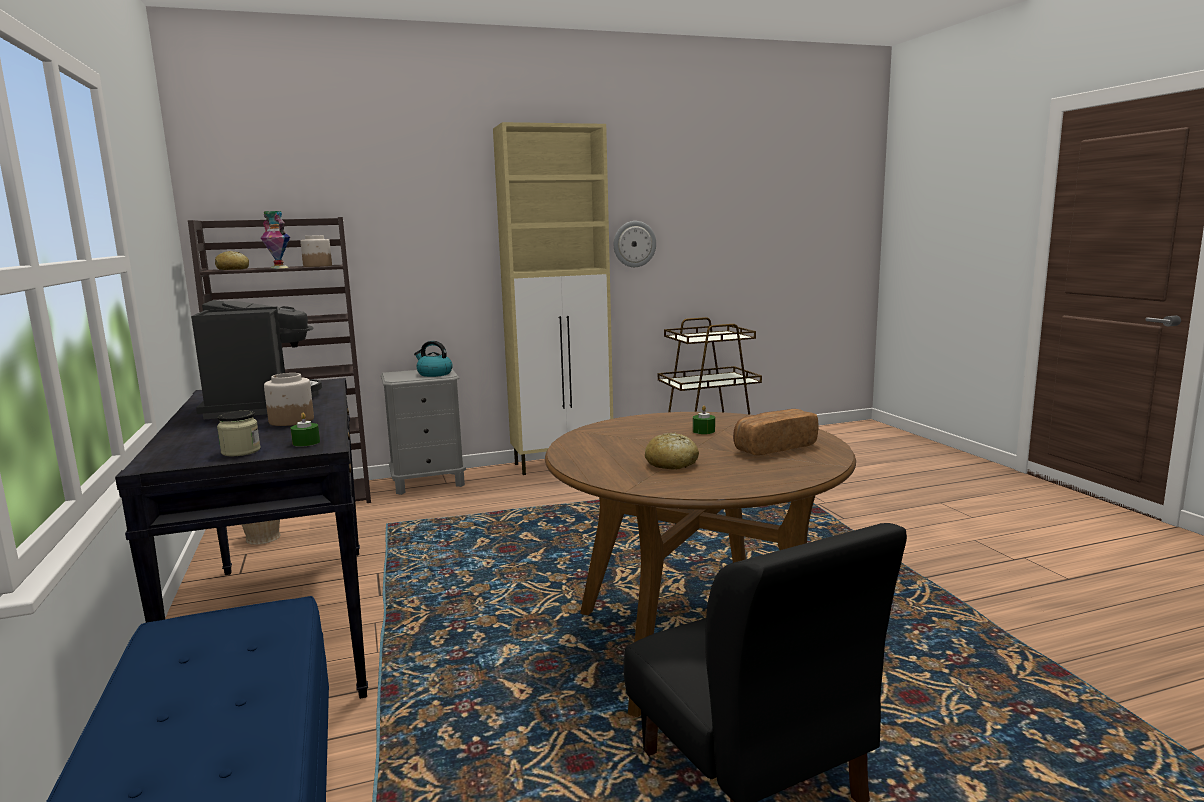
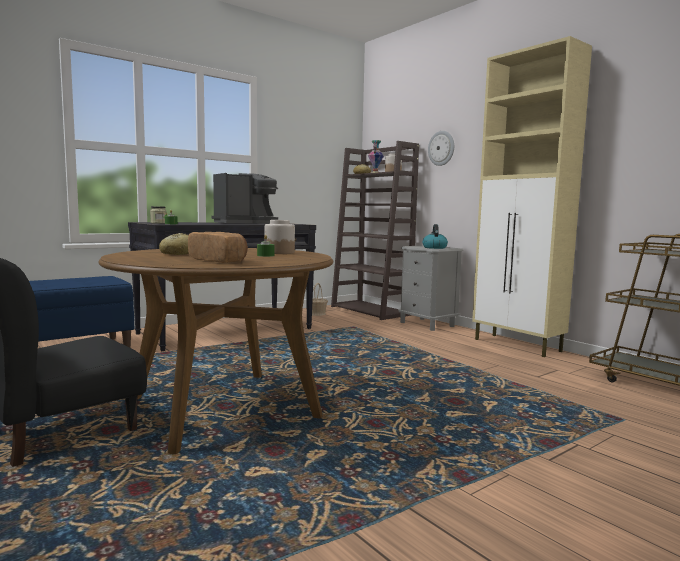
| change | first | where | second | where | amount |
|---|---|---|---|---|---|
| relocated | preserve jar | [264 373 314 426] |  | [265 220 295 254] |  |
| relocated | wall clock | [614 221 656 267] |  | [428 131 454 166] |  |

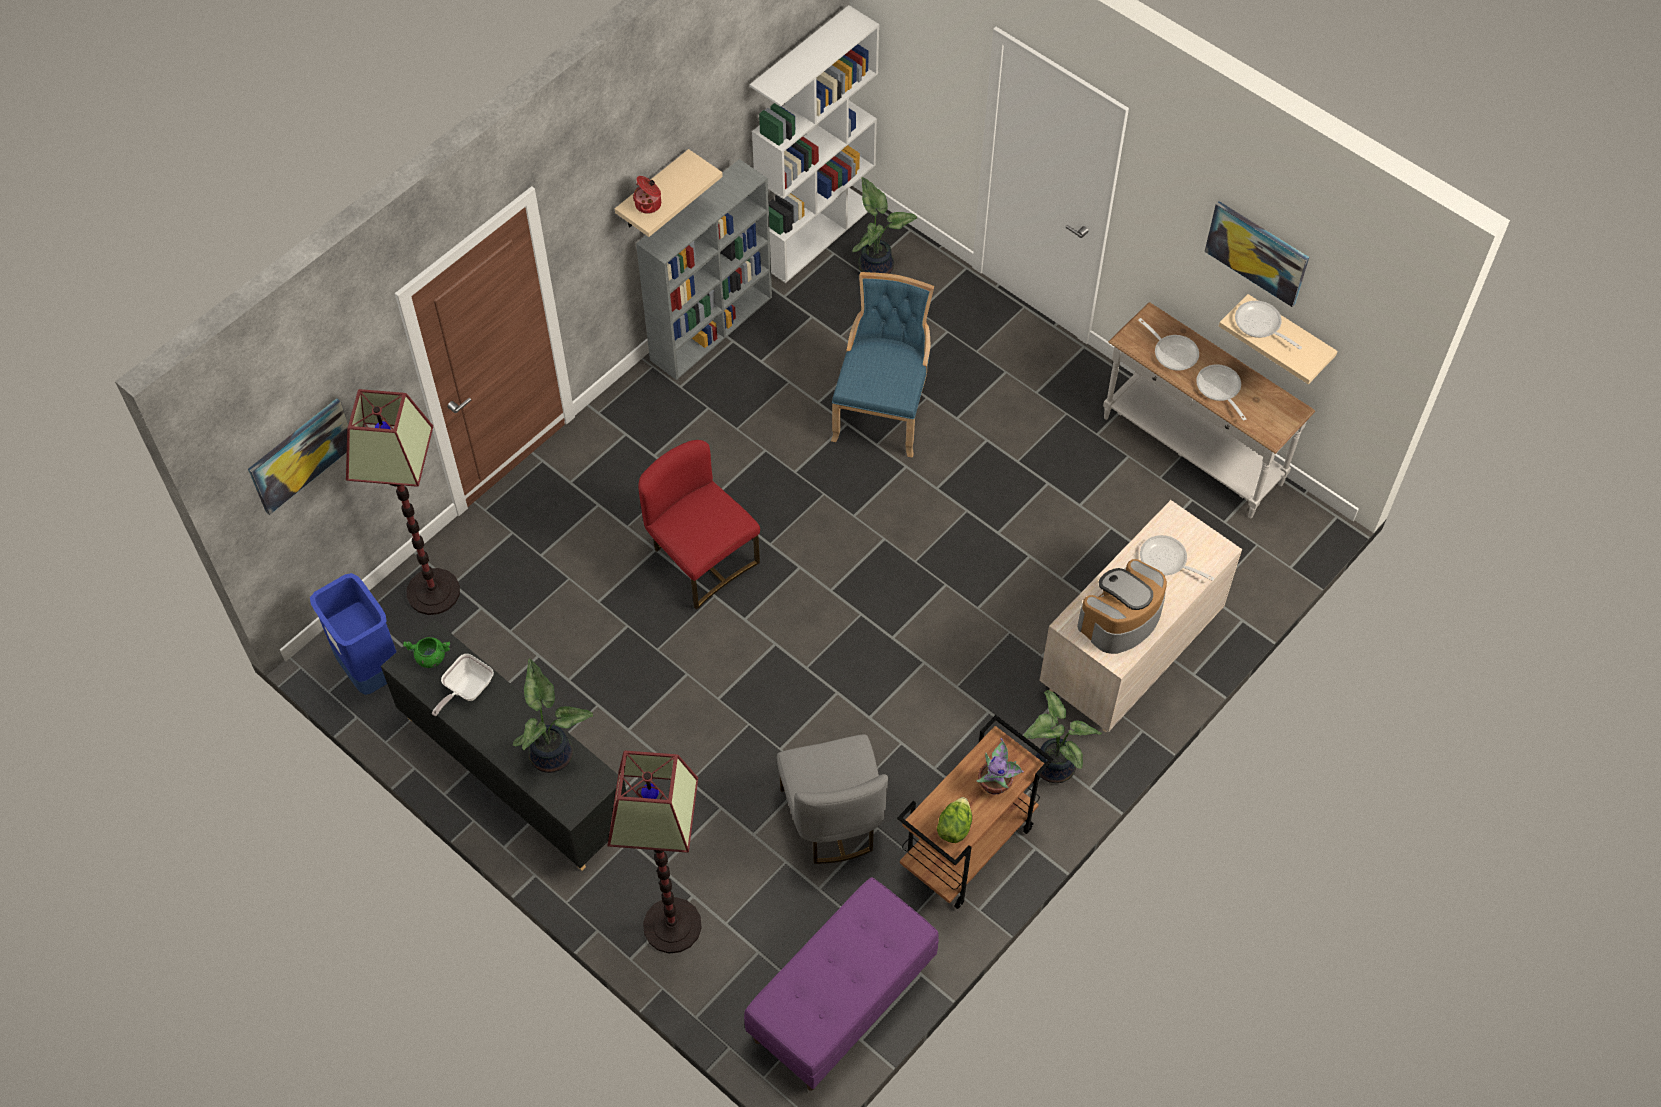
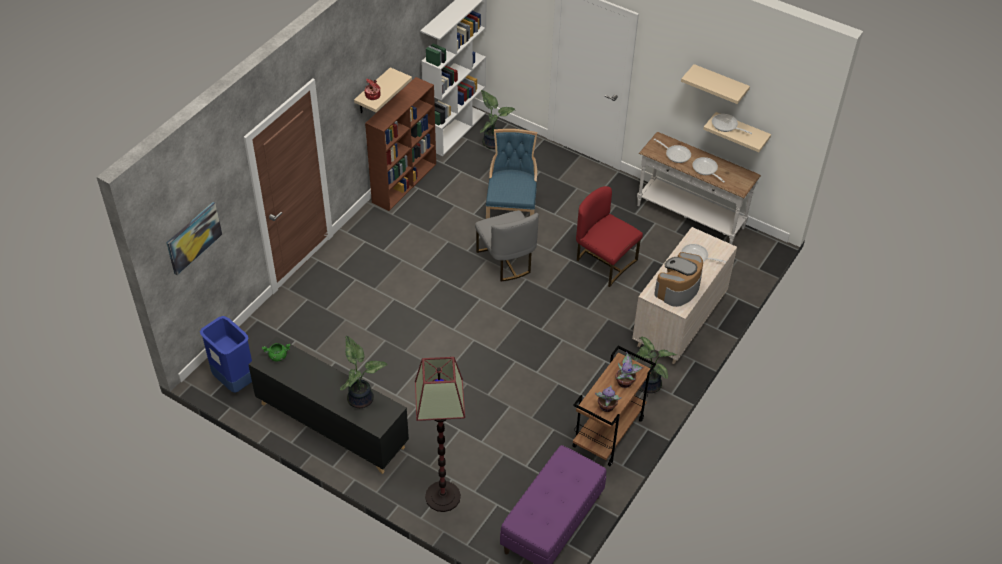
| change | first | where | second | where | amount |
|---|---|---|---|---|---|
| colour | shelving unit in gray | [636 159 772 380] | shelving unit in brown | [365 77 436 211] |  |
| relocated | plain chair in gray | [777 734 888 864] |  | [475 210 539 281] |  |
| relocated | plain chair in red-coloured | [638 440 760 610] |  | [576 186 643 287] |  |
| exchanged | lettuce head | [937 797 972 843] | potted plant | [595 385 622 412] |  |
| exchanged | picture | [1205 201 1309 307] | shelf in beige-coloured | [681 64 750 104] |  |
| missing | standing lamp | [346 389 460 615] |  |  |  |
| missing | pan | [432 654 494 716] |  |  |  |

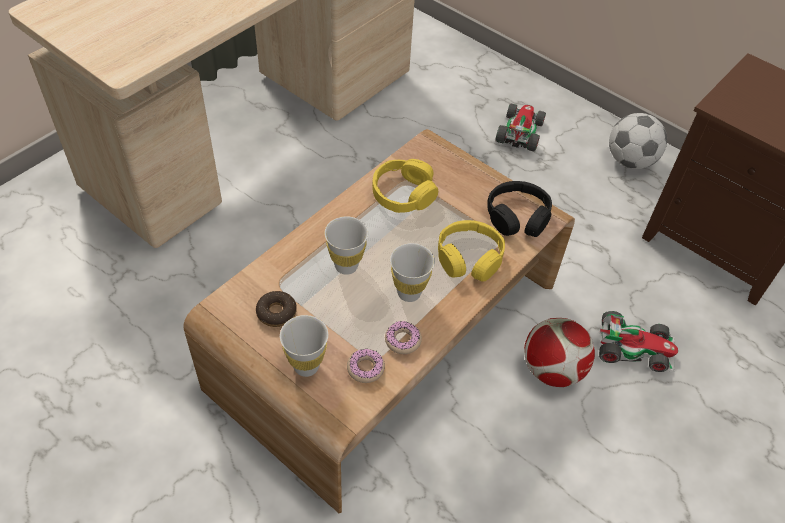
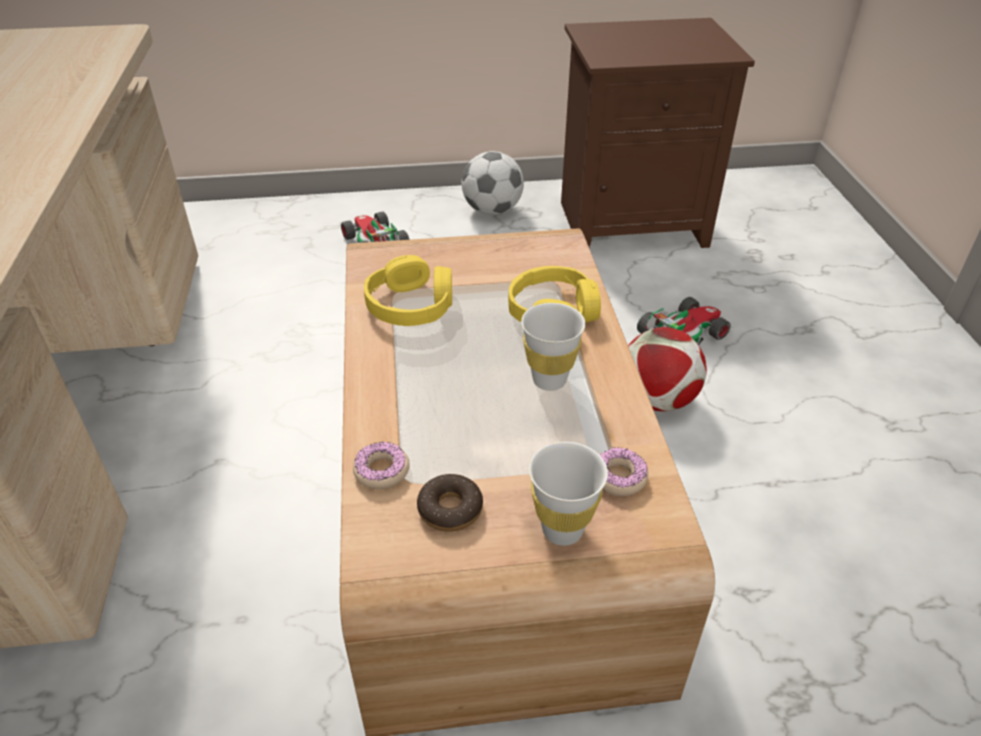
| change | first | where | second | where | amount |
|---|---|---|---|---|---|
| relocated | doughnut | [385 321 422 354] |  | [353 441 410 489] |  |
| missing | drinking cup in white | [324 216 368 275] |  |  |  |
| missing | pair of headphones in blackish | [487 181 552 237] |  |  |  |

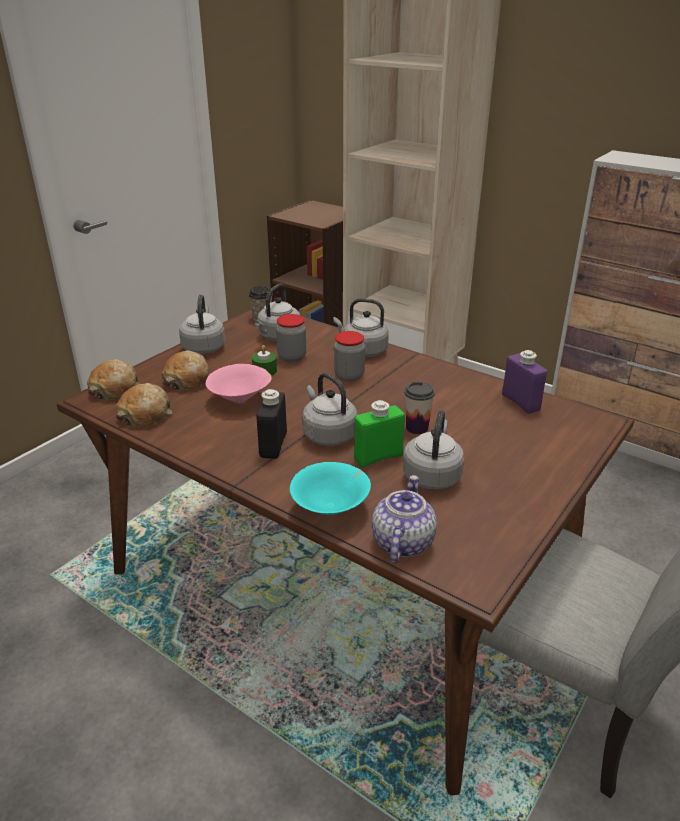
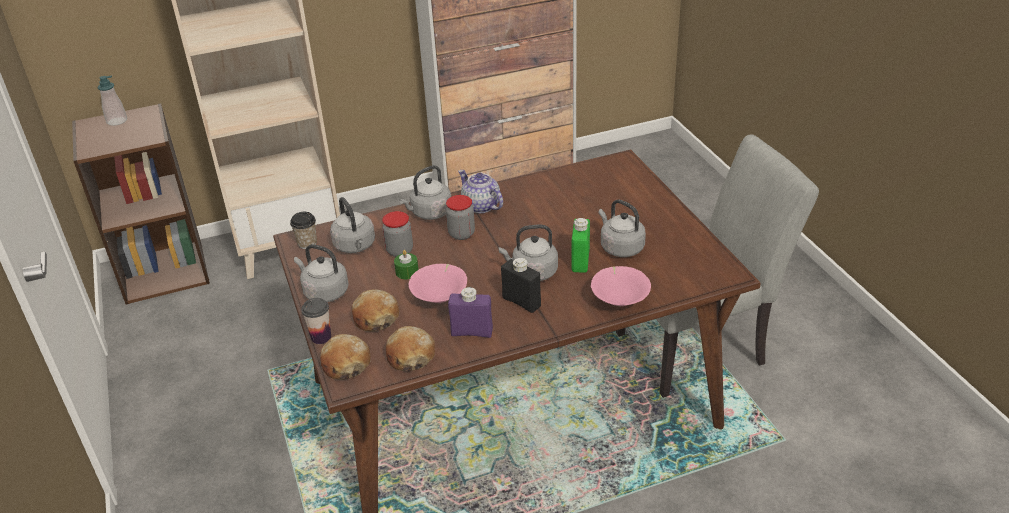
| change | first | where | second | where | amount |
|---|---|---|---|---|---|
| appeared |  |  | soap bottle | [98 76 127 126] |  |
| relocated | drinking cup | [404 382 435 434] |  | [301 298 331 344] |  |
| relocated | beverage bottle in purplish | [502 350 547 414] |  | [448 287 493 338] |  |
| relocated | pot for tea | [372 475 437 563] |  | [458 170 503 213] |  |
| colour | bowl in turquoise-coloured | [290 462 371 516] | bowl in pink-coloured | [591 266 651 306] |  |

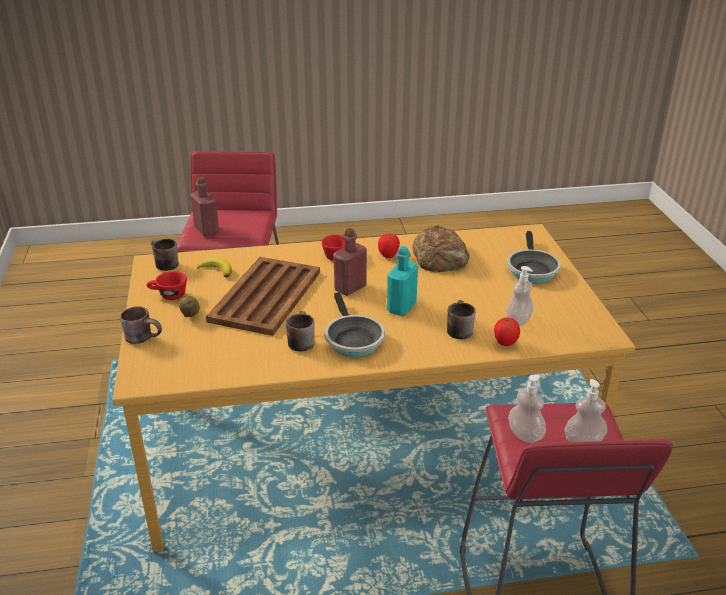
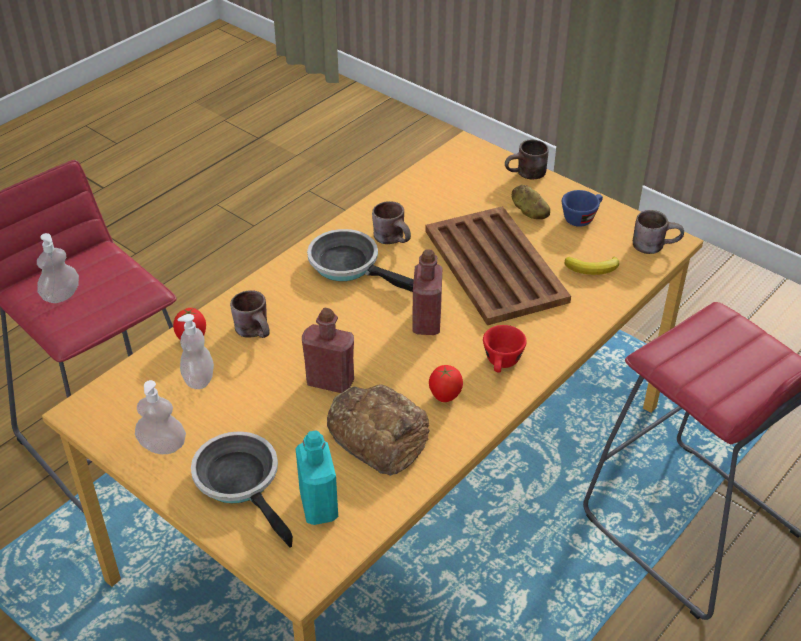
| change | first | where | second | where | amount |
|---|---|---|---|---|---|
| relocated | soap bottle | [508 375 546 443] |  | [135 380 186 454] |  |
| relocated | beverage bottle in turquoise-coloured | [387 246 418 316] |  | [295 430 338 525] |  |
| relocated | beverage bottle in red-coloured | [190 176 219 236] |  | [302 308 354 393] |  |
| colour | drinking cup in red-coloured | [147 271 187 300] | drinking cup in bluish | [562 190 603 227] |  |

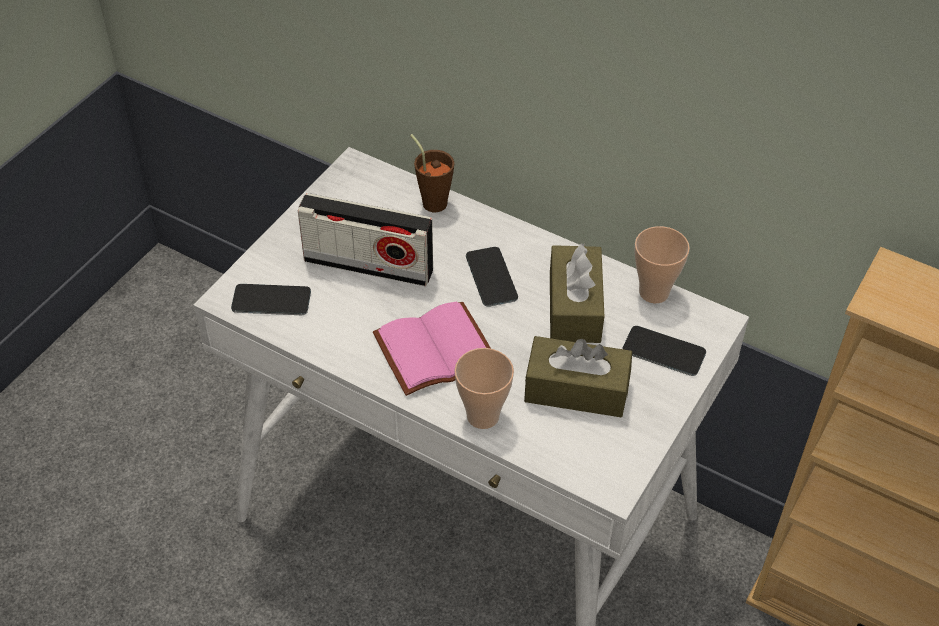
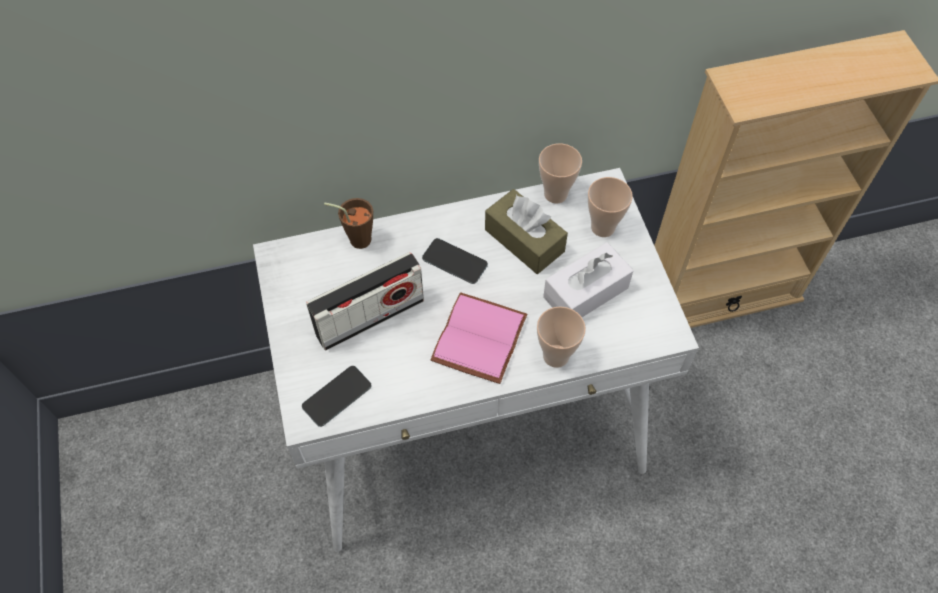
| change | first | where | second | where | amount |
|---|---|---|---|---|---|
| colour | tissue holder in brown | [524 336 632 417] | tissue holder in white | [543 242 633 317] |  |
| exchanged | handset | [622 326 706 376] | drinking cup | [588 177 633 237] |  |

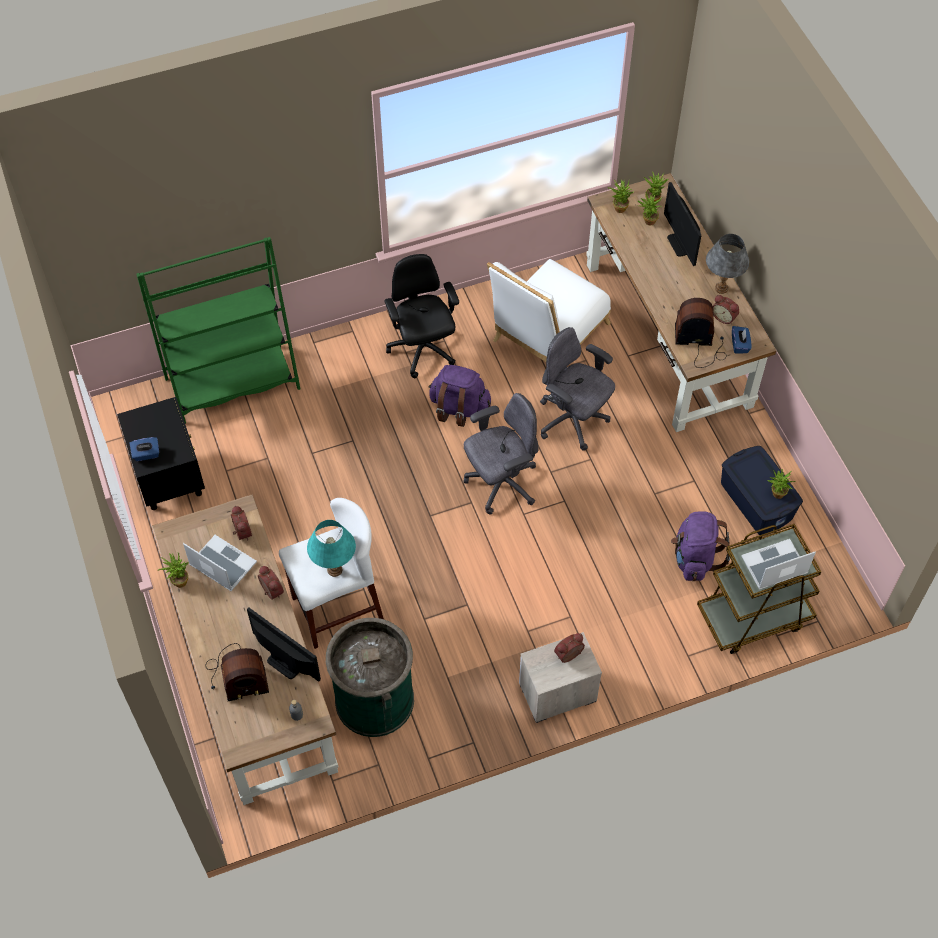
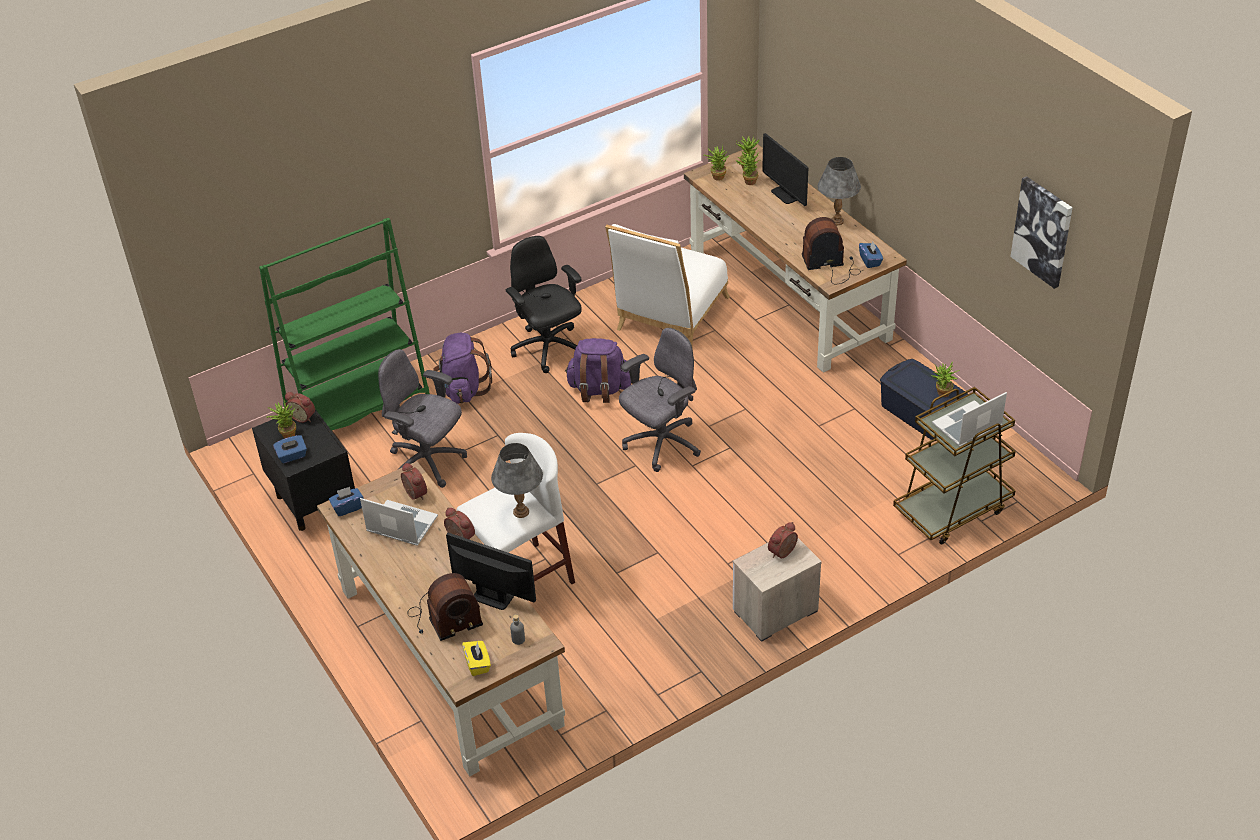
| change | first | where | second | where | amount |
|---|---|---|---|---|---|
| relocated | potted plant | [158 553 189 588] |  | [266 400 296 438] |  |
| relocated | bedside clock | [713 295 739 324] |  | [285 392 315 423] |  |
| appeared |  |  | tissue holder in bluish | [329 487 364 516] |  |
| relocated | office chair in gray | [540 327 615 451] |  | [378 349 467 488] |  |
| relocated | backpack in purplish | [671 511 730 581] |  | [433 333 492 404] |  |
| appeared |  |  | tissue holder in yellow | [462 641 491 676] |  |
| colour | table lamp in turquoise-coloured | [307 520 356 577] | table lamp in gray | [491 443 543 518] |  |
| appeared |  |  | picture | [1010 176 1073 289] |  |
| missing | waste bin in greenish | [326 618 414 737] |  |  |  |

